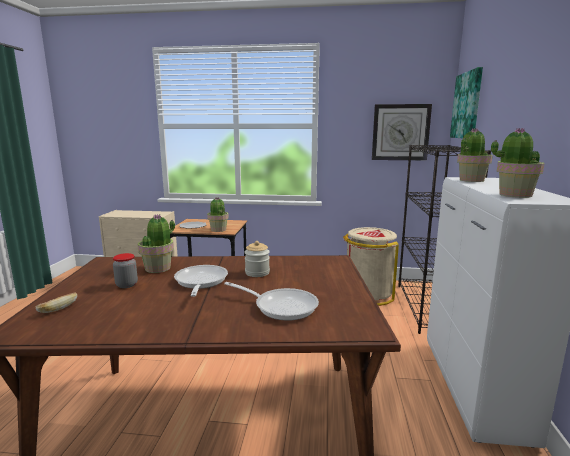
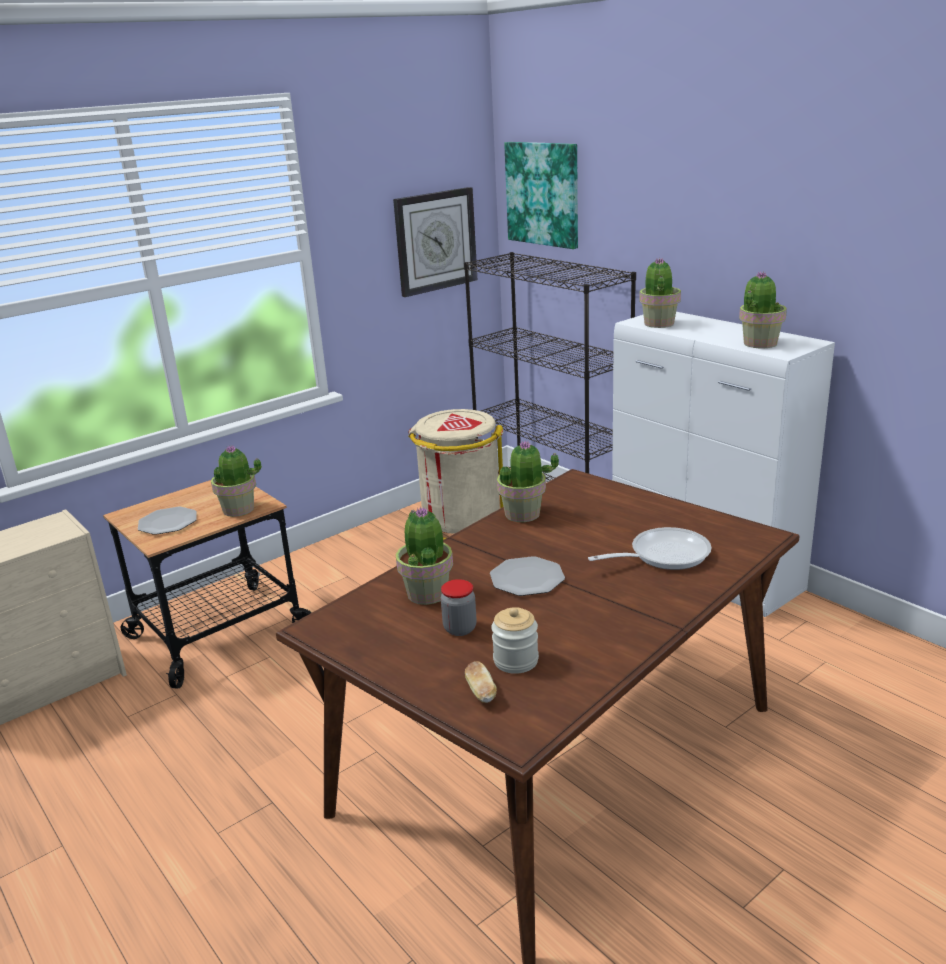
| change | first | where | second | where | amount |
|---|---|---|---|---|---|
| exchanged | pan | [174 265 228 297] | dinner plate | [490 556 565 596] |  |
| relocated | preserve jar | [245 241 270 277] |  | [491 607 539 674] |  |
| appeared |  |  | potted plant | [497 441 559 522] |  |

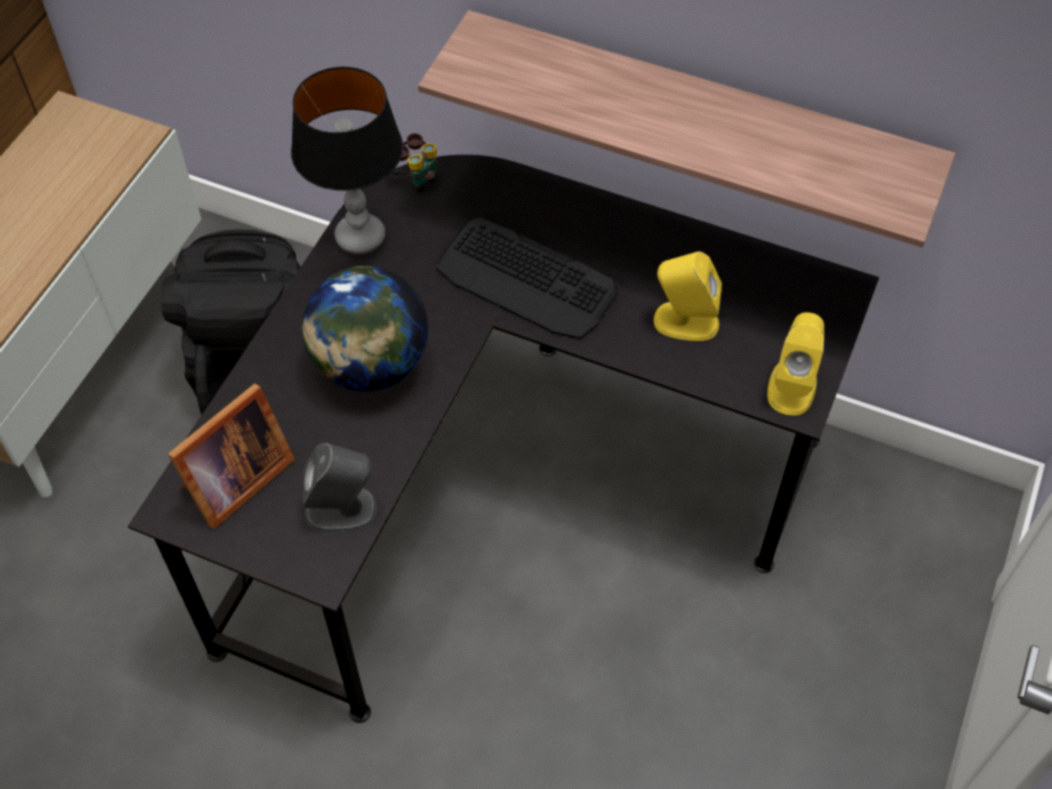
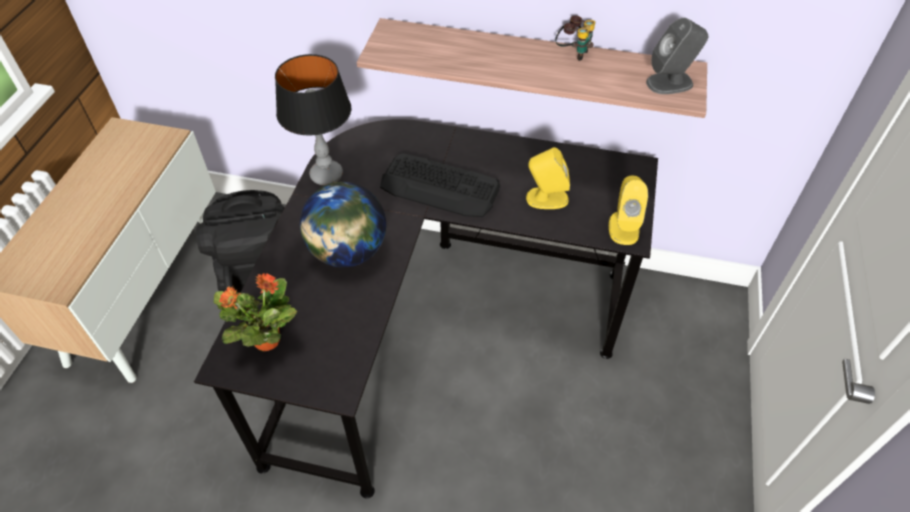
| change | first | where | second | where | amount |
|---|---|---|---|---|---|
| exchanged | standing frame | [168 383 295 529] | potted plant | [214 273 297 351] |  |
| relocated | field glasses | [391 133 437 193] |  | [555 15 595 61] |  |
| relocated | loudspeaker in gray | [303 443 377 532] |  | [646 18 708 94] |  |

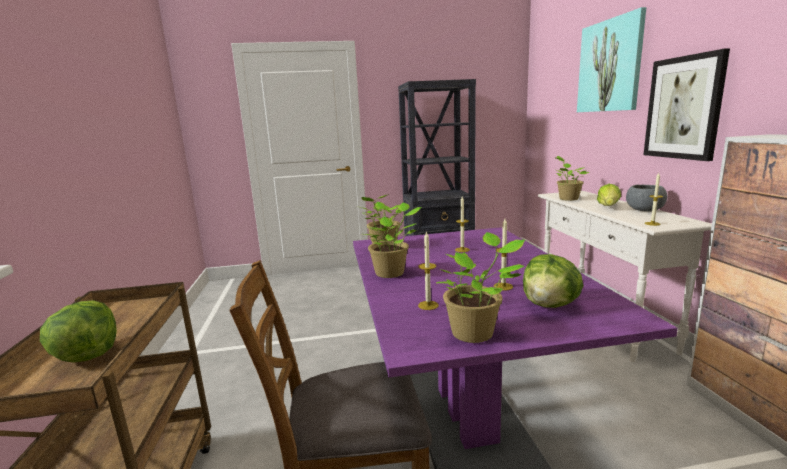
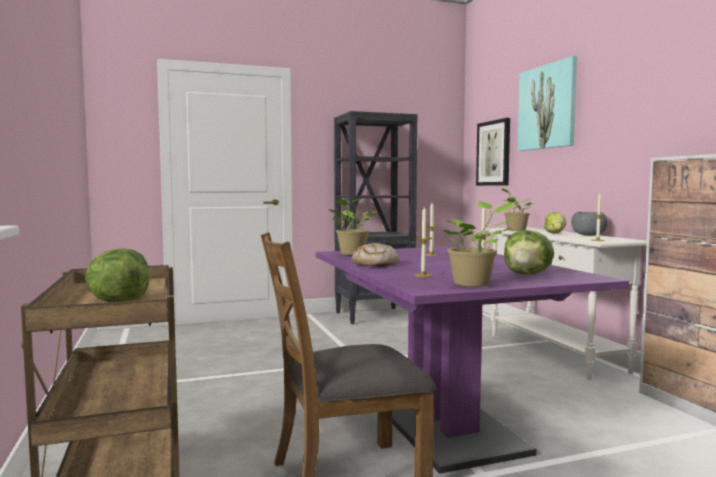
| change | first | where | second | where | amount |
|---|---|---|---|---|---|
| exchanged | potted plant | [365 203 421 278] | bakery bread | [352 243 399 266] |  |
| relocated | picture | [644 48 730 161] |  | [476 118 510 186] |  |

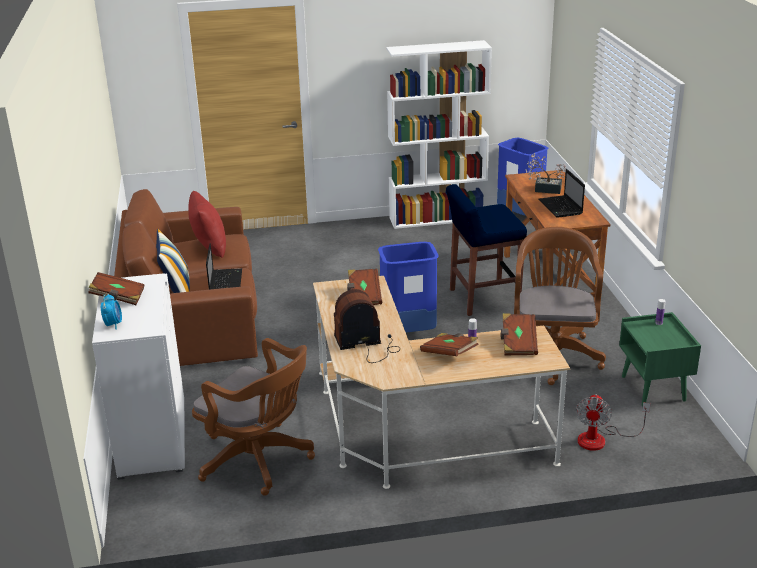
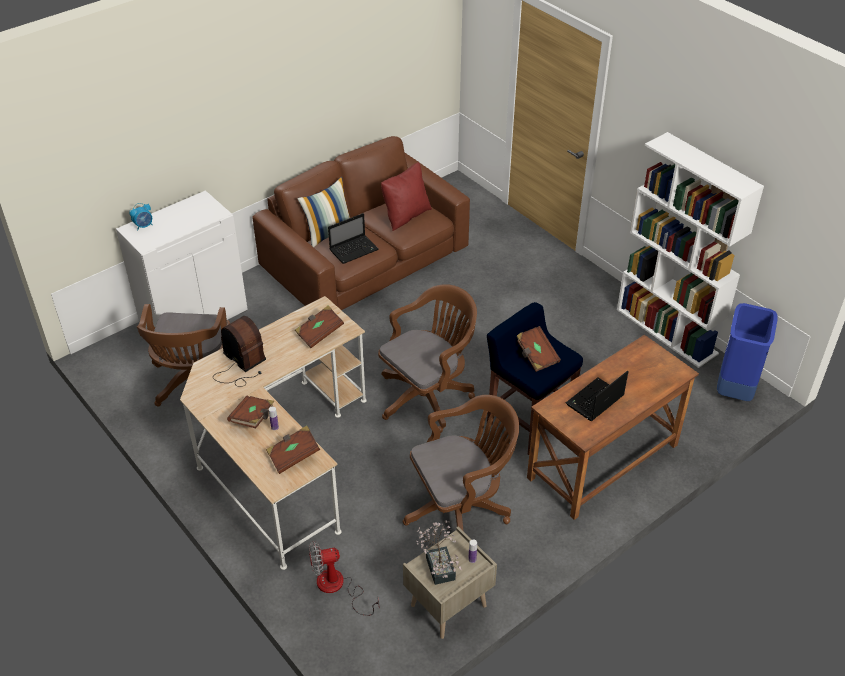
| change | first | where | second | where | amount |
|---|---|---|---|---|---|
| exchanged | waste bin in bluish | [378 242 439 333] | office chair in brown | [378 284 477 433] |  |
| colour | bedside table in greenish | [619 312 701 406] | bedside table in beige-coloured | [403 527 497 639] |  |
| relocated | potted plant | [526 153 566 194] |  | [416 521 462 585] |  |
| relocated | book in brown | [88 272 145 305] |  | [517 326 561 372] |  |

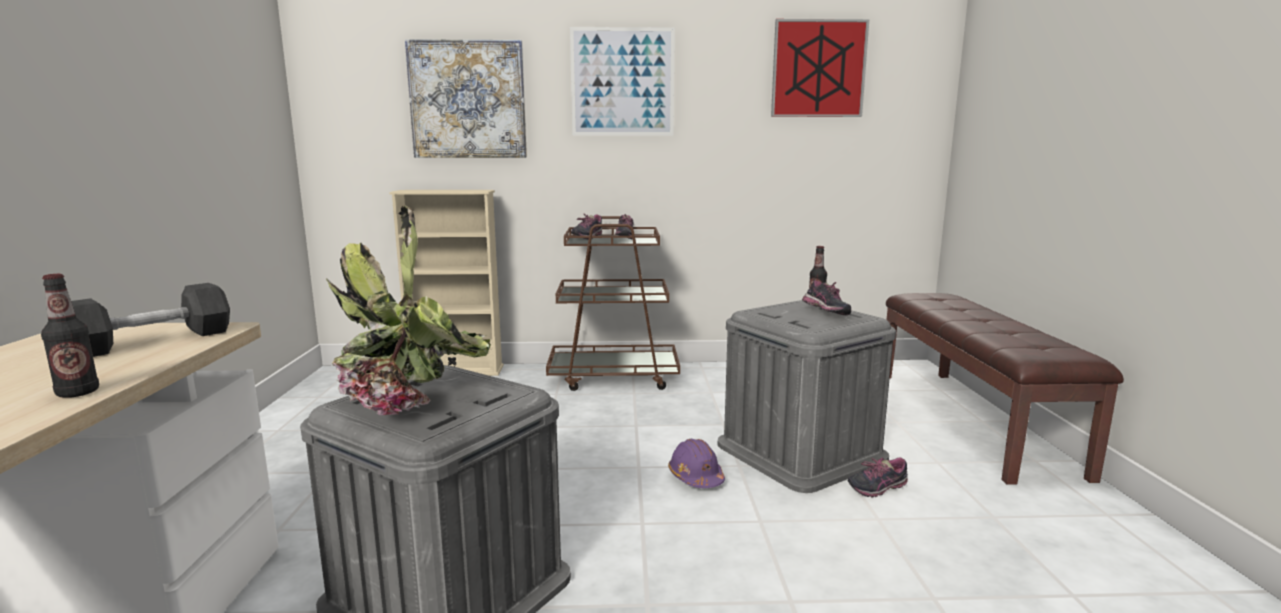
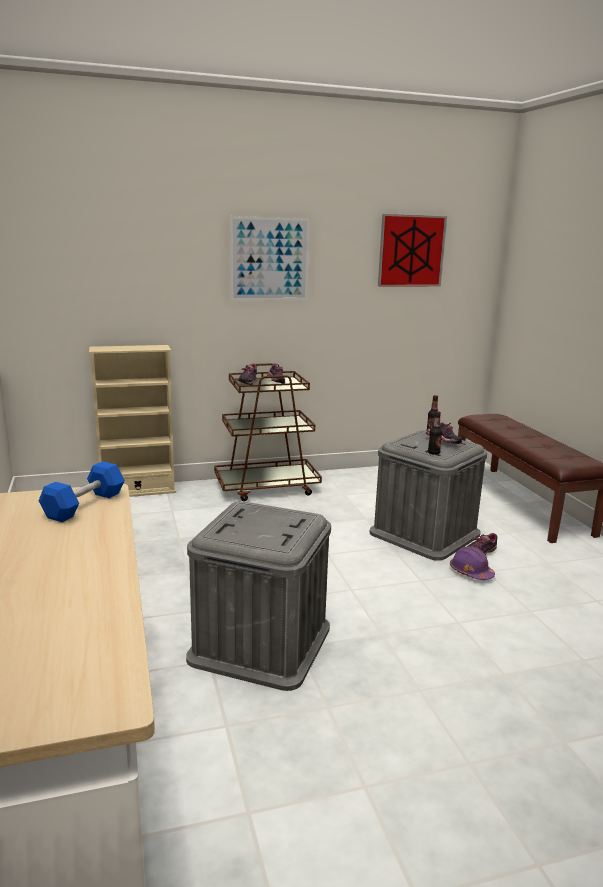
| change | first | where | second | where | amount |
|---|---|---|---|---|---|
| colour | free weight in blackish | [71 283 230 357] | free weight in bluish | [38 461 125 522] |  |
| relocated | beverage bottle | [41 274 99 398] |  | [428 411 442 455] |  |
| relocated | hard hat in purplish | [668 439 725 488] |  | [450 546 495 580] |  |
| missing | potted plant | [326 205 491 415] |  |  |  |
| missing | picture | [405 39 527 158] |  |  |  |

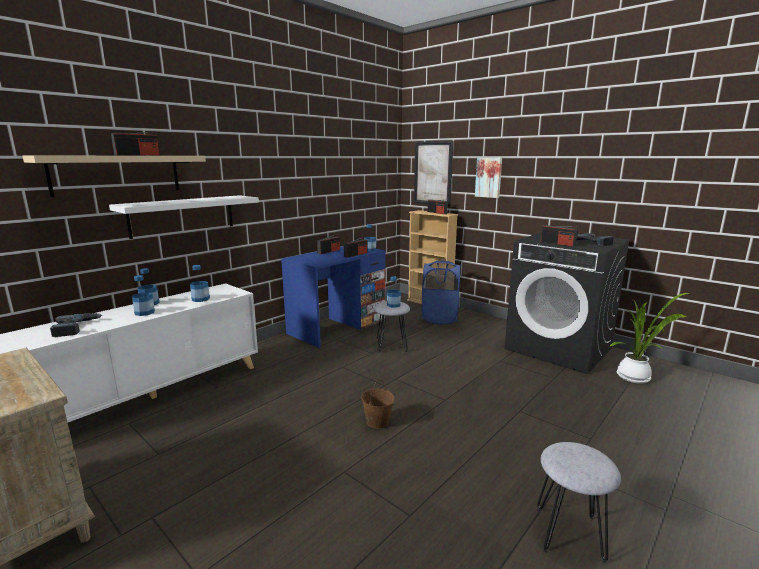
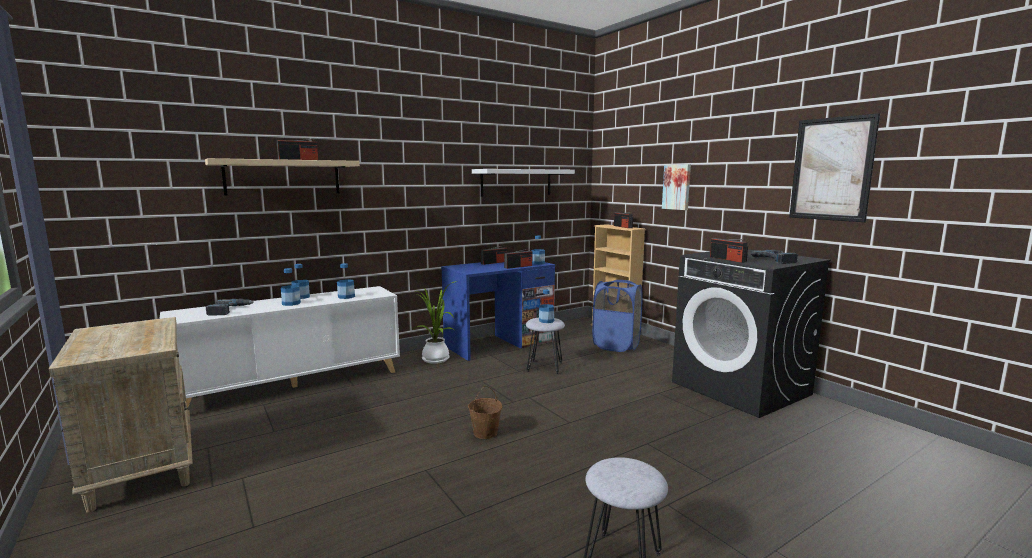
| change | first | where | second | where | amount |
|---|---|---|---|---|---|
| relocated | potted plant | [609 293 689 384] |  | [414 281 458 364] |  |
| relocated | shelf in white | [109 195 259 239] |  | [472 169 575 196] |  |
| relocated | picture | [414 141 454 206] |  | [789 113 880 222] |  |

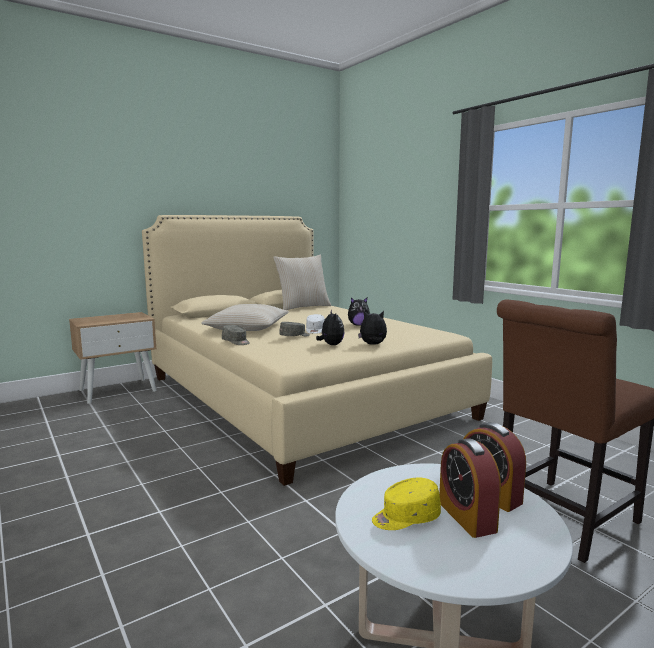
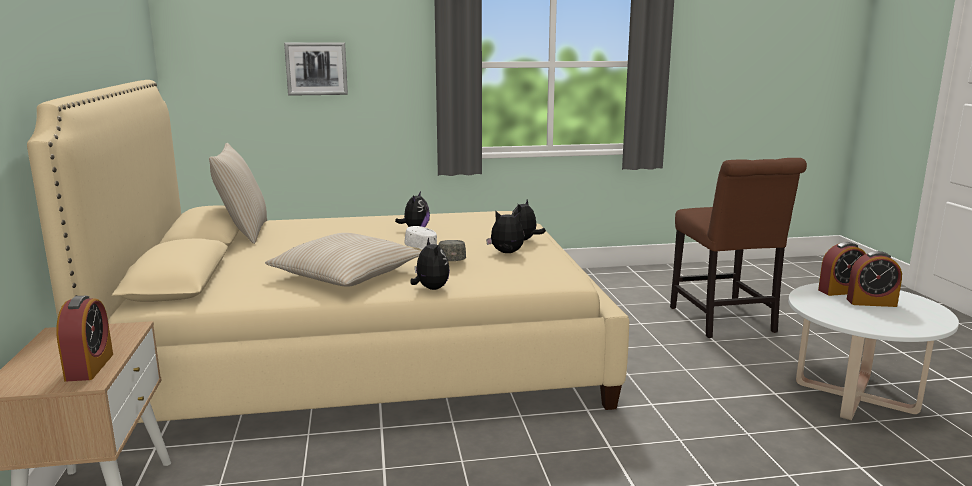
| change | first | where | second | where | amount |
|---|---|---|---|---|---|
| appeared |  |  | bedside clock | [56 296 113 382] |  |
| appeared |  |  | picture | [284 42 348 96] |  |
| exchanged | peaked cap in gray | [222 325 250 345] | soft toy | [410 238 450 290] |  |
| missing | peaked cap in yellow | [372 477 441 530] |  |  |  |

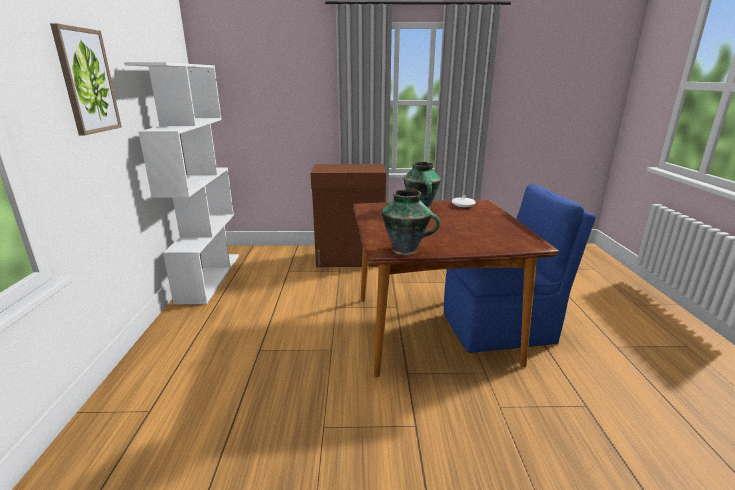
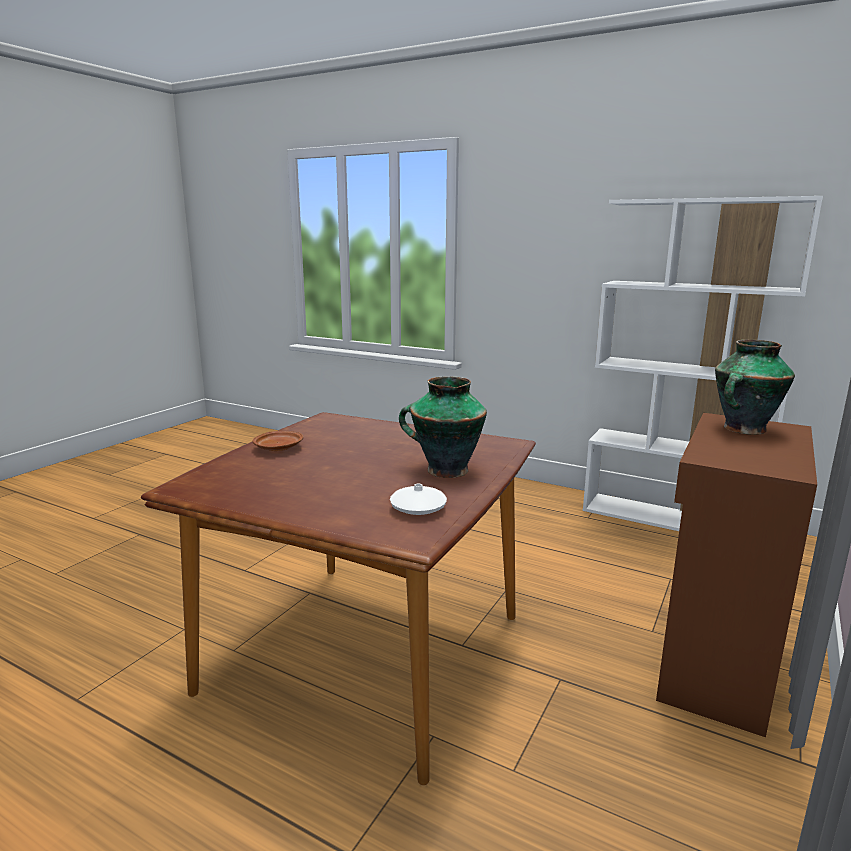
| change | first | where | second | where | amount |
|---|---|---|---|---|---|
| appeared |  |  | dinner plate in brown | [253 431 303 451] |  |
| relocated | flower vase | [382 189 440 255] |  | [715 340 795 435] |  |
| missing | picture | [50 23 122 136] |  |  |  |
| missing | plain chair in bluish | [444 184 596 353] |  |  |  |

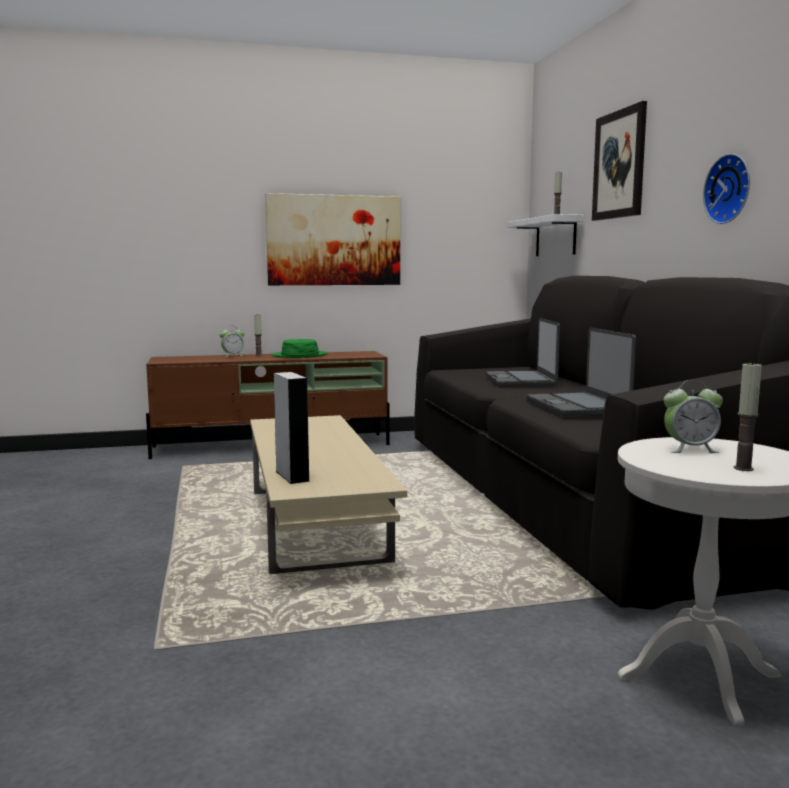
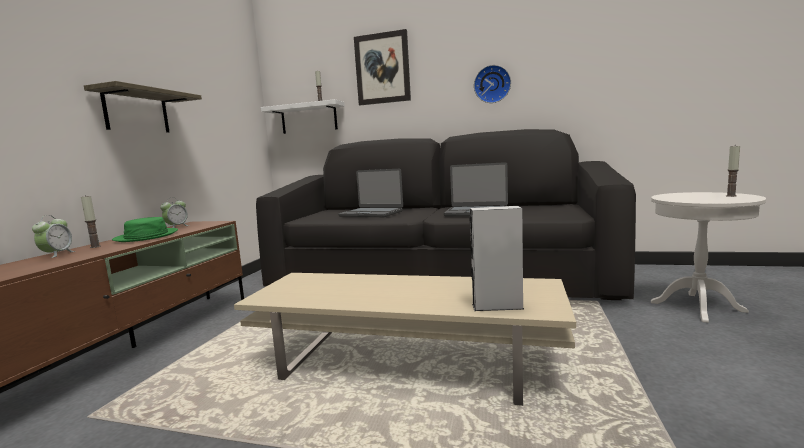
| change | first | where | second | where | amount |
|---|---|---|---|---|---|
| exchanged | picture | [265 193 400 285] | shelf | [84 81 202 132] |  |
| relocated | bedside clock | [664 380 723 453] |  | [160 198 190 228] |  |

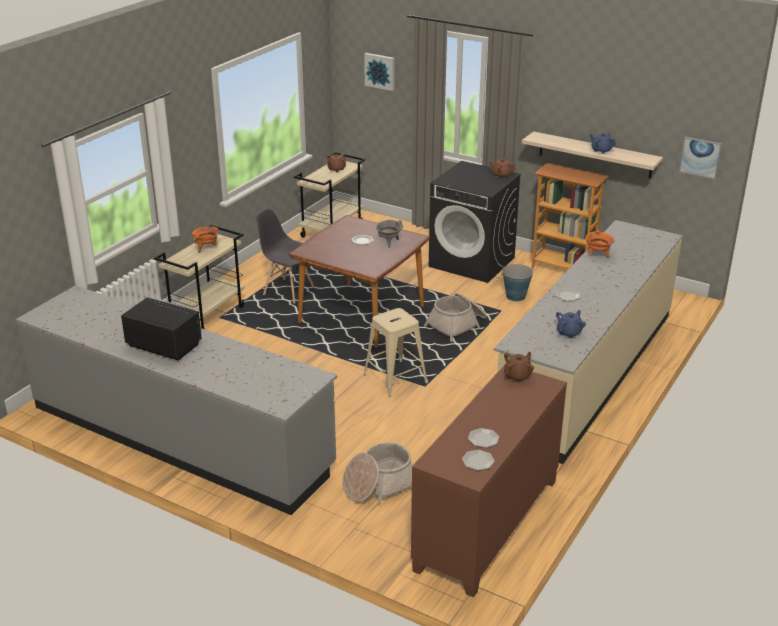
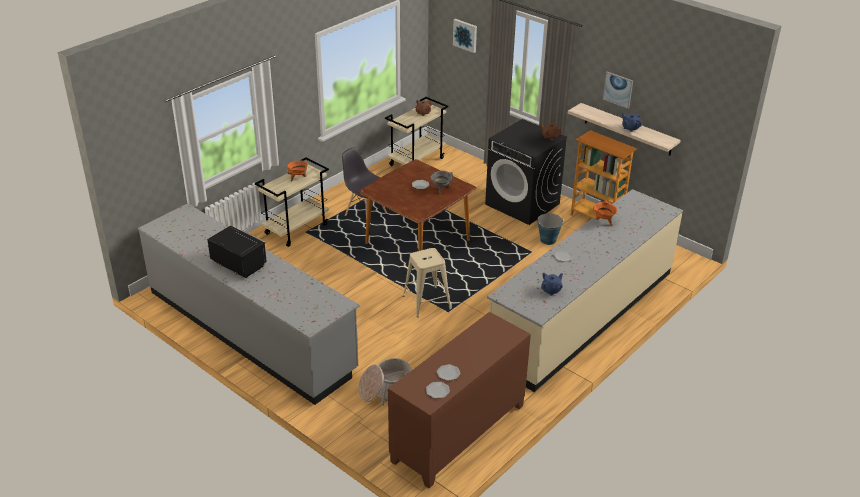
| change | first | where | second | where | amount |
|---|---|---|---|---|---|
| relocated | picture | [679 137 722 179] |  | [603 72 633 109] |  |
| missing | storage basket | [424 293 487 342] |  |  |  |
| missing | pot for tea in brown | [504 352 534 383] |  |  |  |

